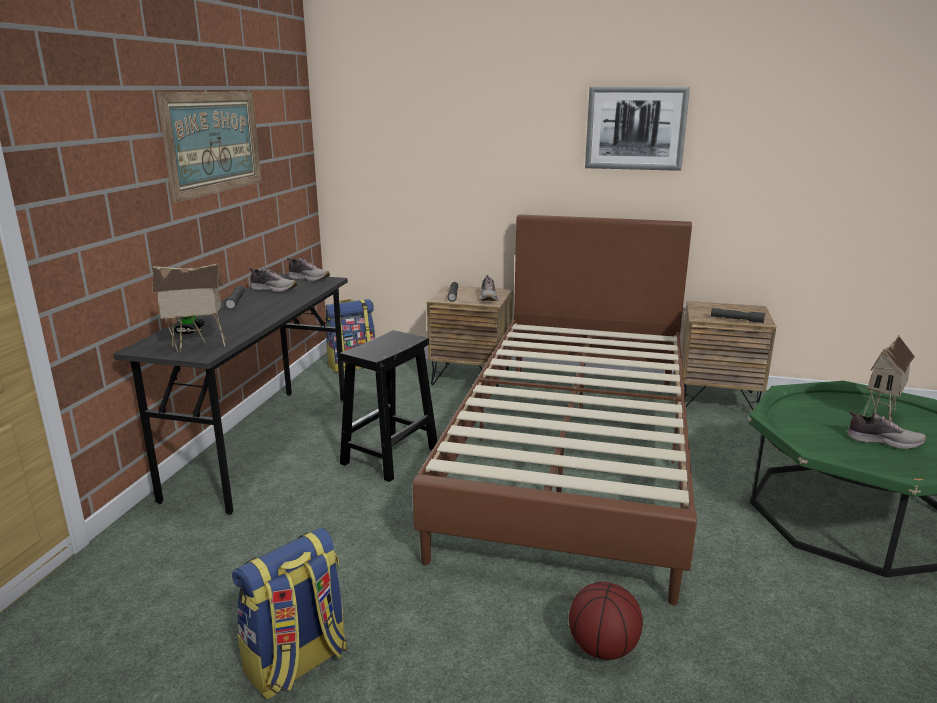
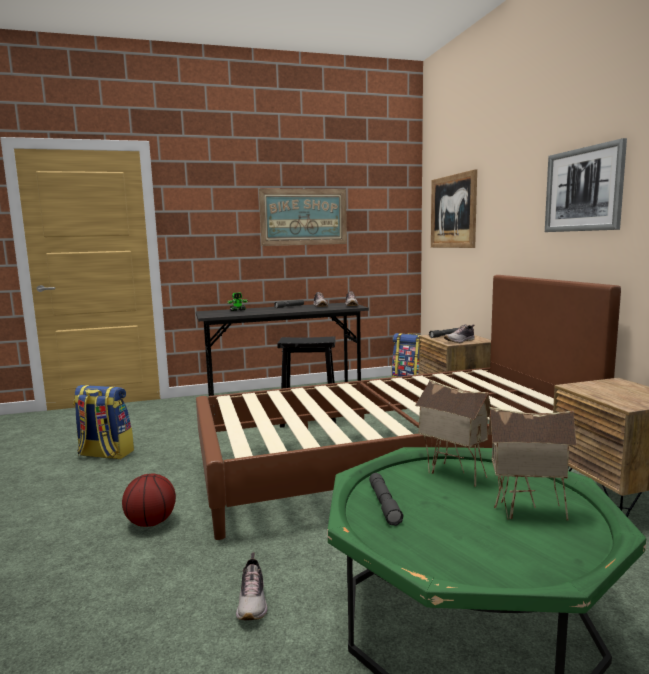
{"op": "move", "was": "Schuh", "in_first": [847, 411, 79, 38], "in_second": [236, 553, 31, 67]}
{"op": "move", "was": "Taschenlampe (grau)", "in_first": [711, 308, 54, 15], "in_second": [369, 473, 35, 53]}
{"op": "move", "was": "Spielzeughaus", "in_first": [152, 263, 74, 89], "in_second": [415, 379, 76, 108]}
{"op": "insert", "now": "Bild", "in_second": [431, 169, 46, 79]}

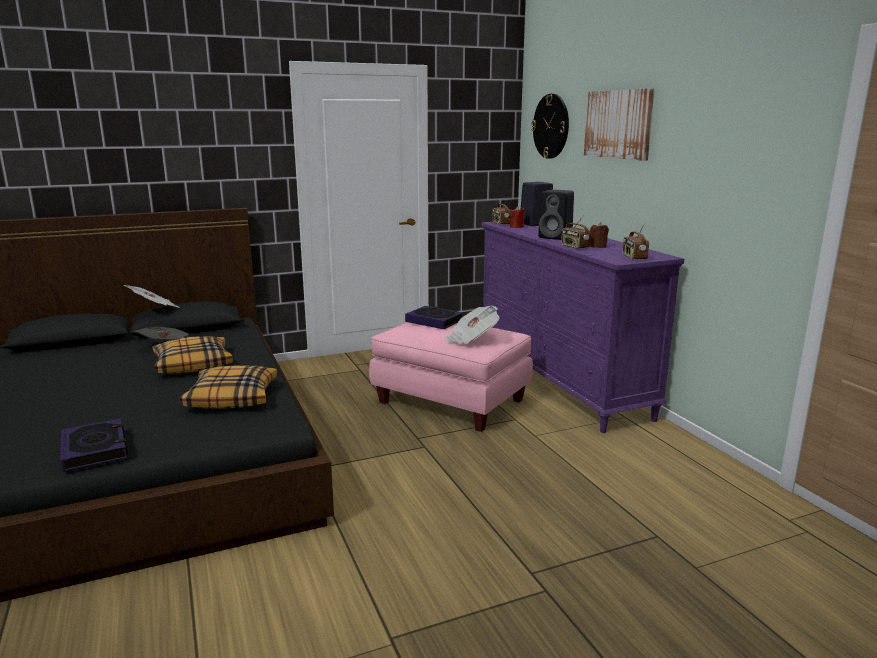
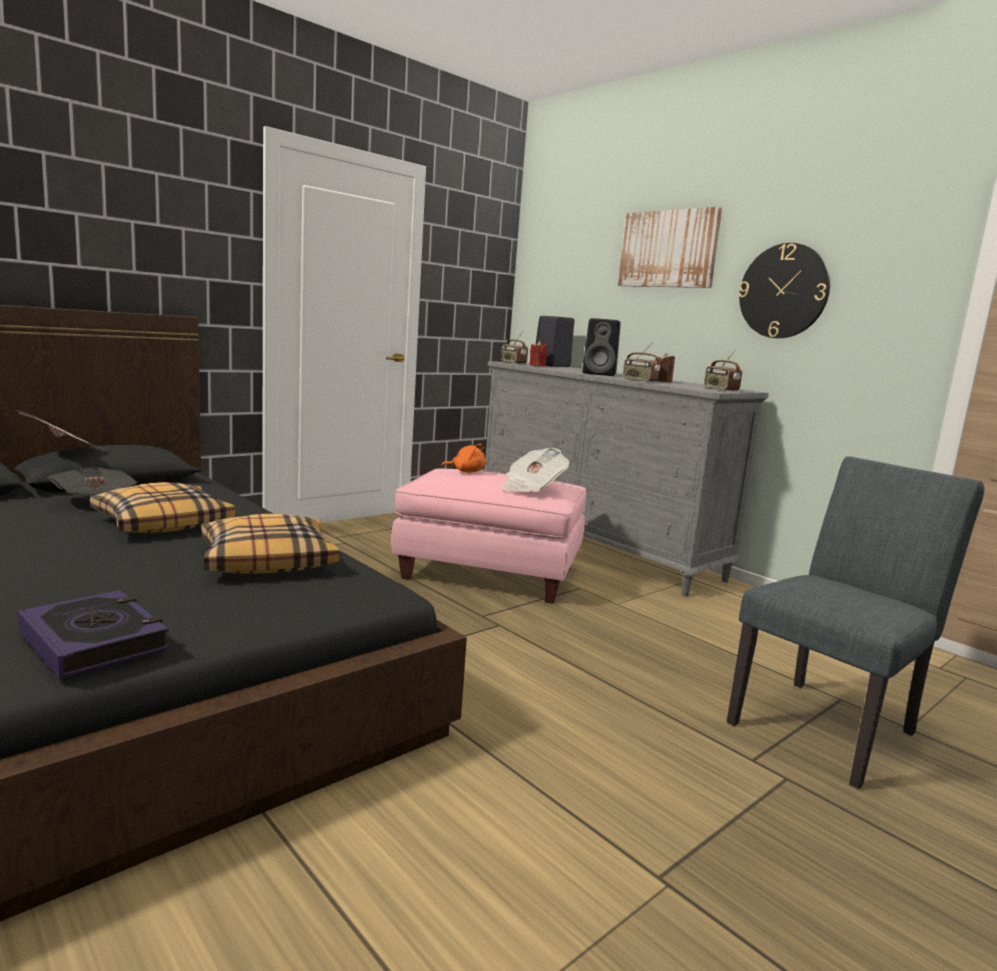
{"op": "replace", "was": "Buch", "now": "Plüschtier (orange)", "in_first": [405, 306, 58, 23], "in_second": [441, 444, 45, 29]}
{"op": "recolor", "was": "Kommode (lila)", "now": "Kommode (grau)", "in_first": [482, 222, 202, 211], "in_second": [485, 361, 284, 236]}
{"op": "insert", "now": "Stuhl (grau)", "in_second": [727, 456, 257, 333]}
{"op": "move", "was": "Wanduhr", "in_first": [531, 94, 38, 65], "in_second": [739, 243, 91, 95]}

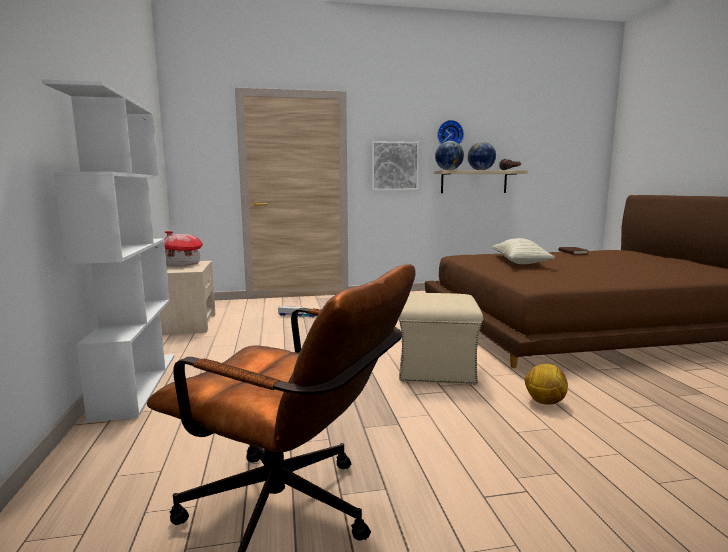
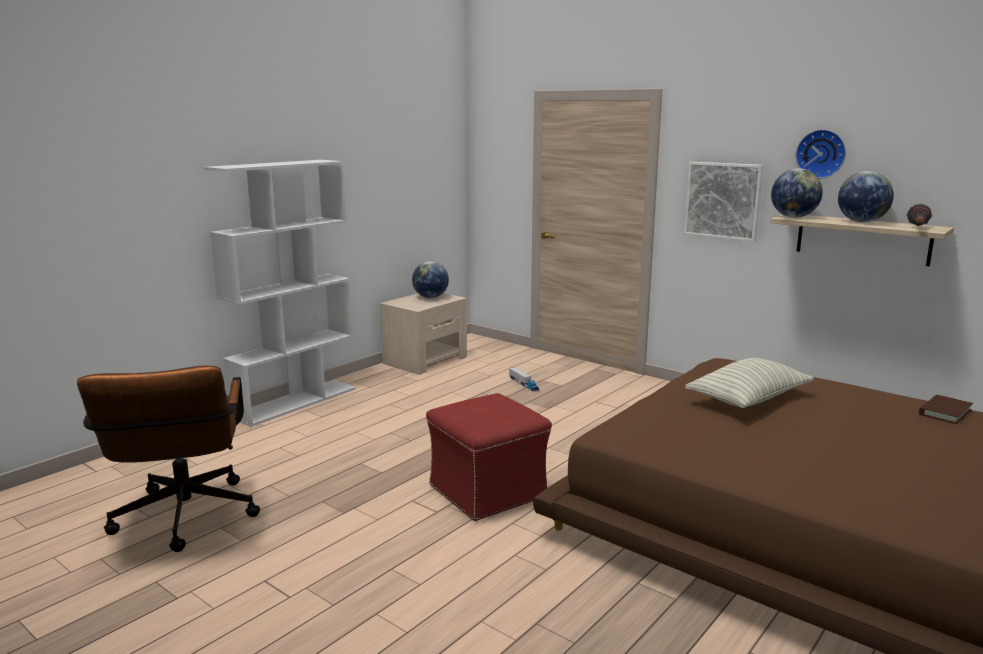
{"op": "replace", "was": "Spielzeughaus", "now": "Globus", "in_first": [164, 231, 39, 35], "in_second": [412, 261, 37, 37]}
{"op": "recolor", "was": "Polsterhocker (beige)", "now": "Polsterhocker (rot)", "in_first": [399, 293, 84, 92], "in_second": [426, 393, 126, 128]}
{"op": "delete", "was": "Fußball", "in_first": [524, 364, 44, 41]}

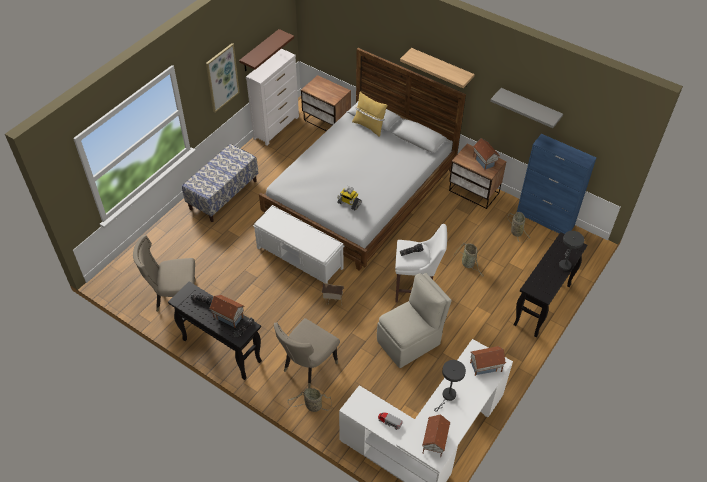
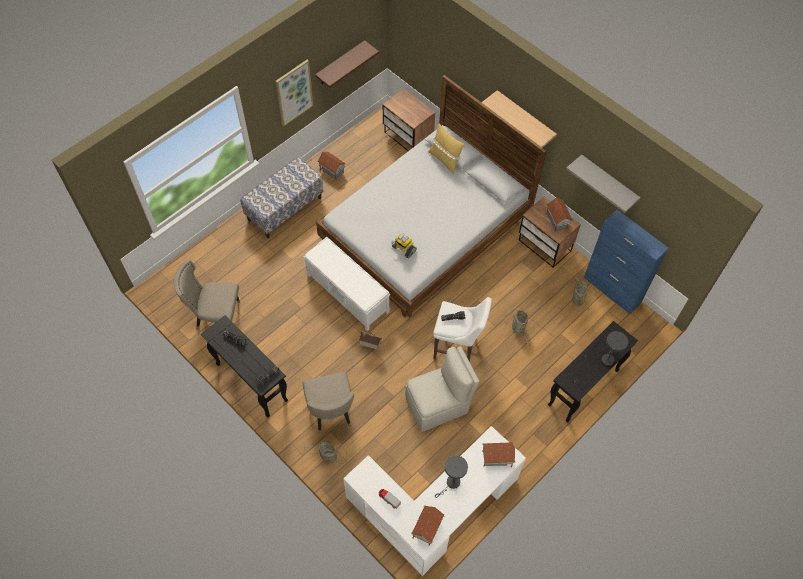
{"op": "rotate", "was": "Stuhl (beige)", "in_first": [274, 318, 66, 70], "in_second": [303, 372, 51, 62], "clockwise": -60}
{"op": "move", "was": "Spielzeughaus", "in_first": [209, 295, 36, 33], "in_second": [318, 152, 27, 28]}
{"op": "delete", "was": "Kommode (weiß)", "in_first": [246, 48, 53, 98]}

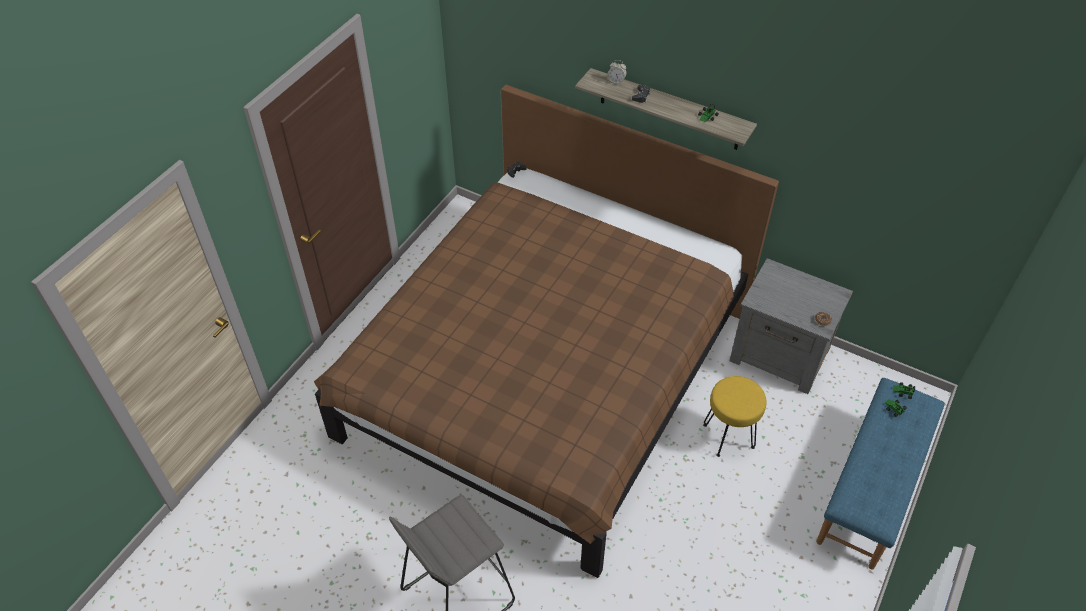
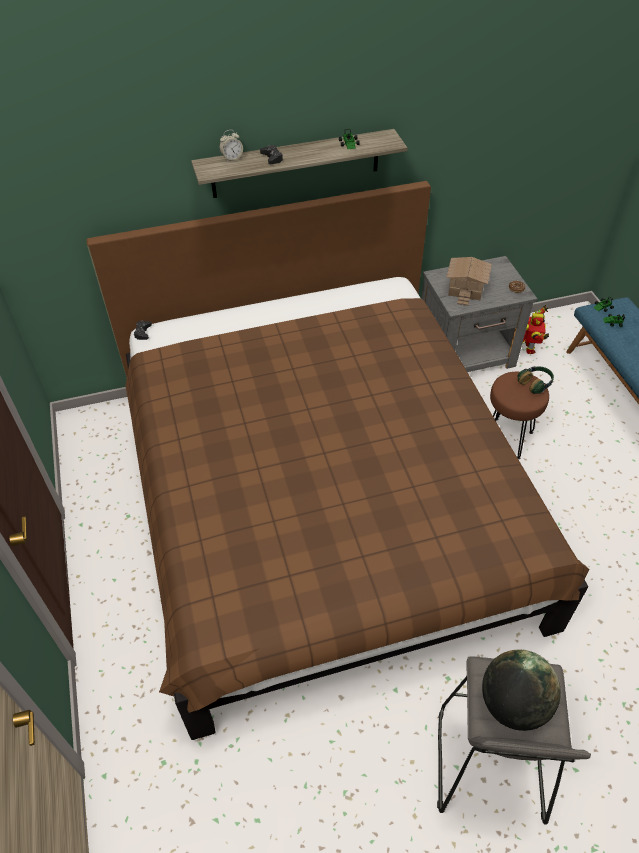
{"op": "insert", "now": "Spielzeughaus", "in_second": [446, 257, 46, 49]}
{"op": "insert", "now": "Globus", "in_second": [482, 650, 79, 81]}
{"op": "recolor", "was": "Hocker (gelb)", "now": "Hocker (braun)", "in_first": [703, 376, 63, 81], "in_second": [490, 372, 59, 87]}
{"op": "insert", "now": "Kopfhörer", "in_second": [517, 366, 37, 28]}
{"op": "insert", "now": "Spielzeugroboter", "in_second": [523, 305, 26, 49]}

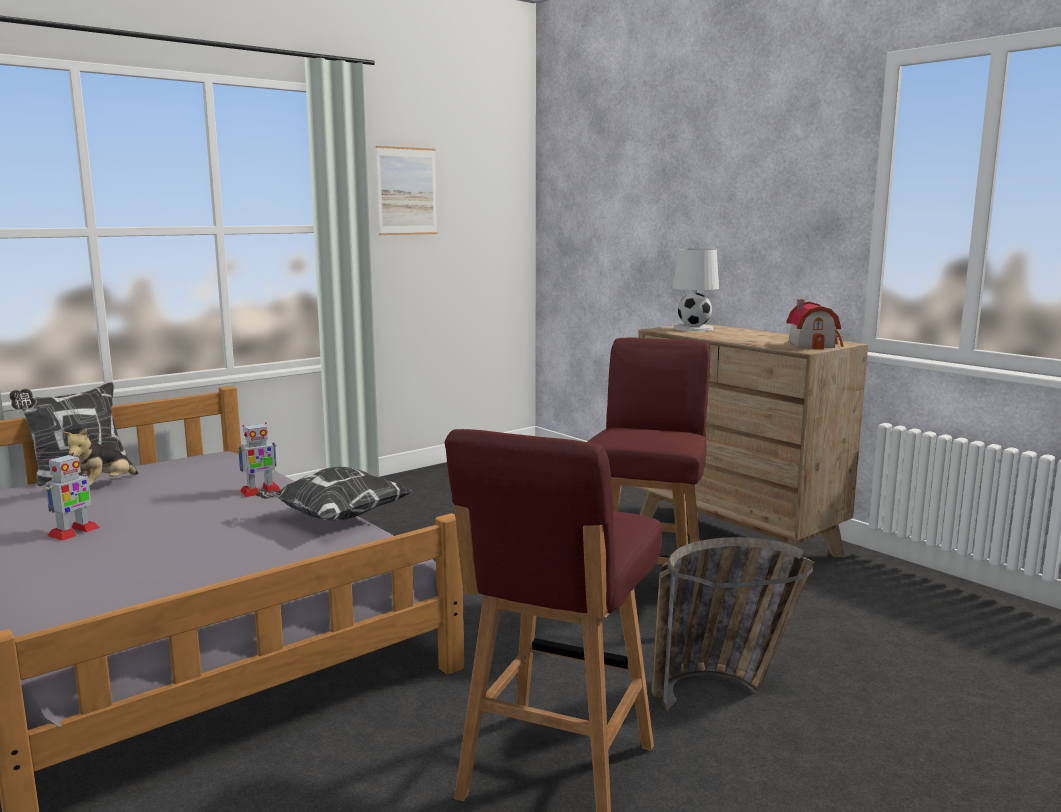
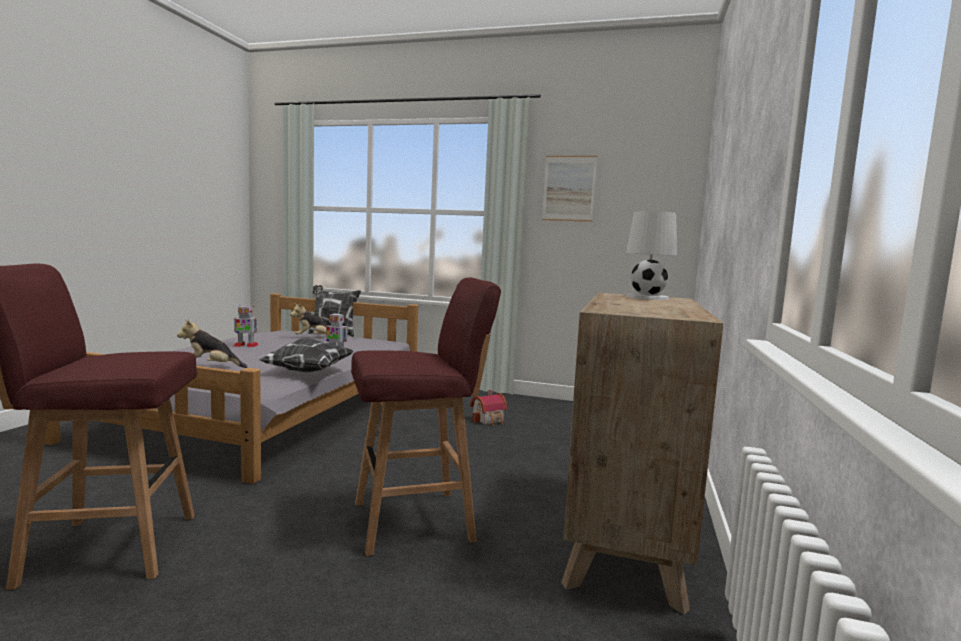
{"op": "insert", "now": "Plüschtier", "in_second": [177, 319, 71, 49]}
{"op": "move", "was": "Spielzeughaus", "in_first": [786, 299, 58, 50], "in_second": [470, 390, 37, 36]}
{"op": "delete", "was": "Korb", "in_first": [651, 537, 164, 174]}

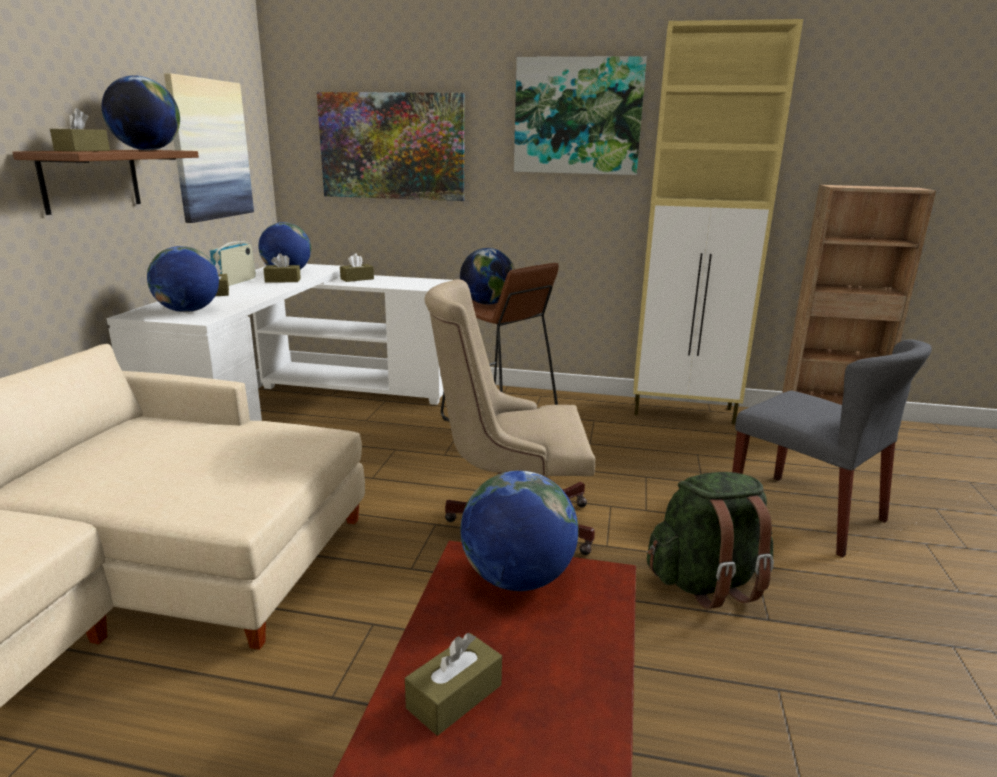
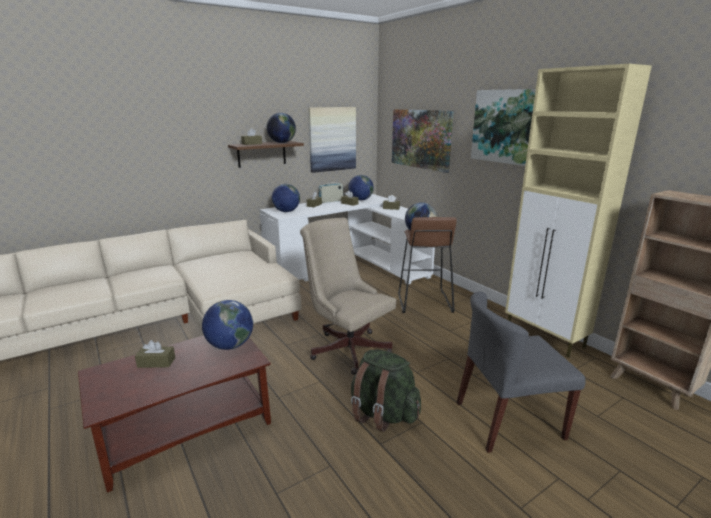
{"op": "rotate", "was": "Stuhl (grau)", "in_first": [732, 339, 200, 218], "in_second": [456, 292, 130, 161], "clockwise": 75}

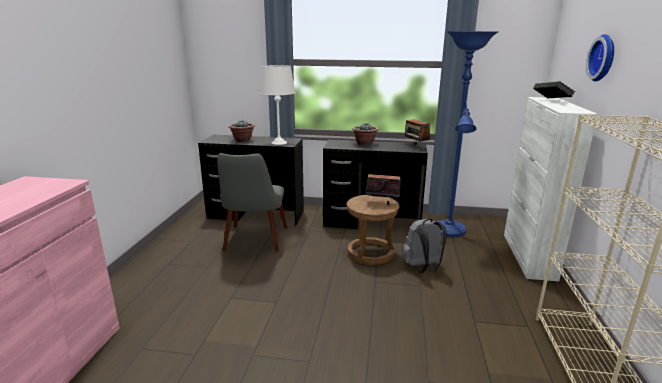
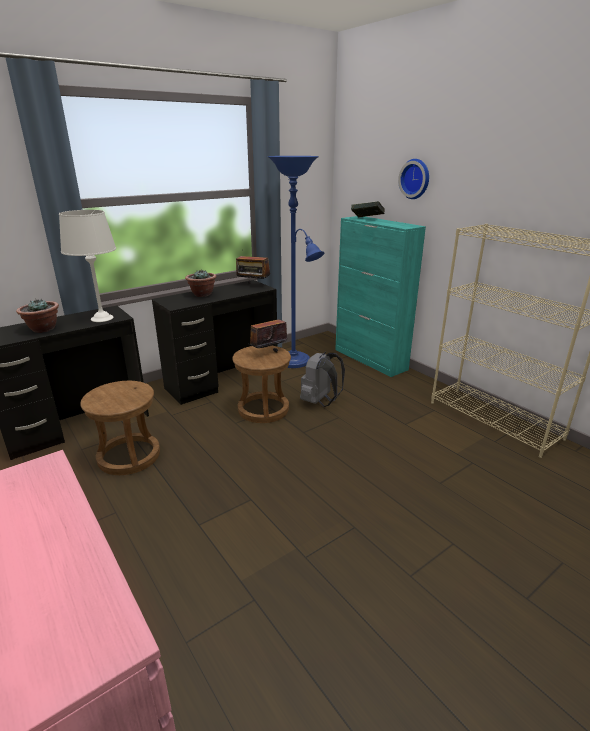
{"op": "replace", "was": "Stuhl (grau)", "now": "Hocker (braun)", "in_first": [217, 153, 71, 99], "in_second": [80, 381, 80, 94]}
{"op": "recolor", "was": "Schrank (weiß)", "now": "Schrank (türkis)", "in_first": [504, 97, 94, 184], "in_second": [335, 216, 91, 161]}

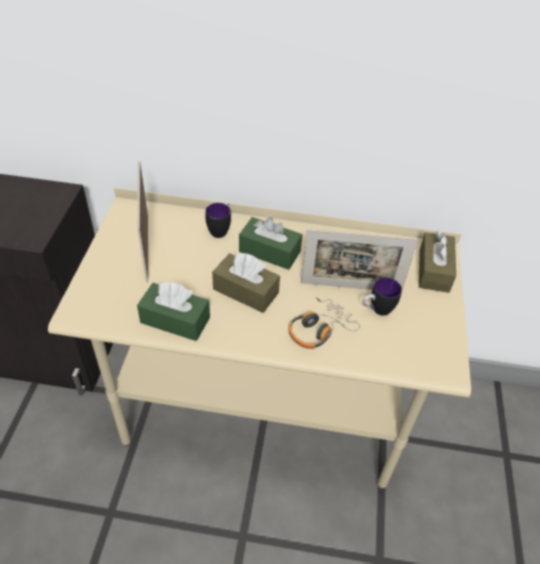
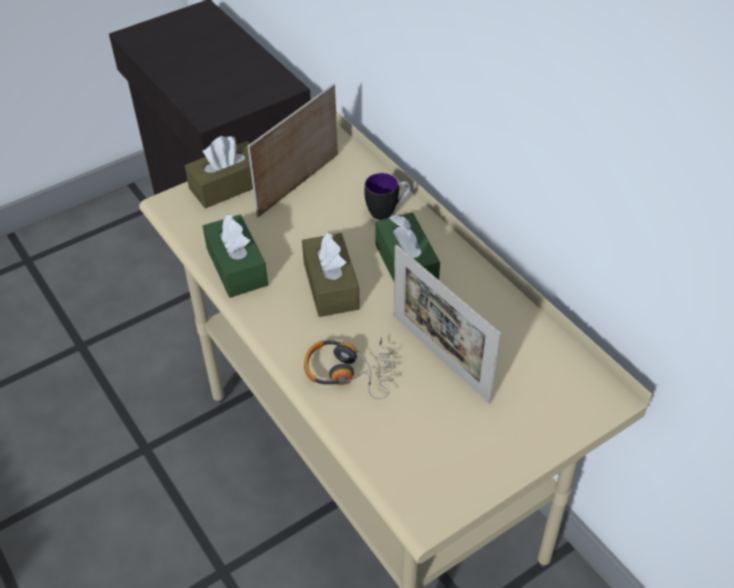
{"op": "move", "was": "Taschentuchbox (braun)", "in_first": [419, 231, 37, 62], "in_second": [185, 136, 68, 73]}
{"op": "delete", "was": "Henkelbecher", "in_first": [363, 277, 39, 39]}

